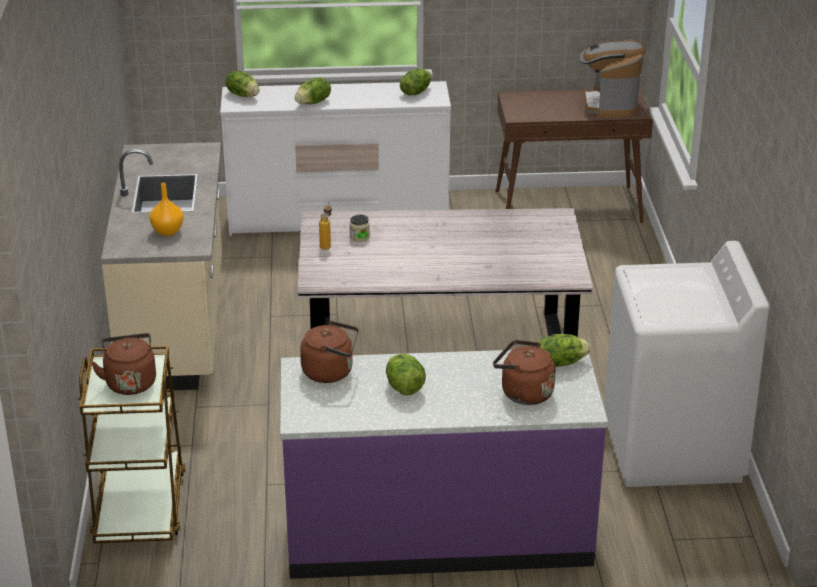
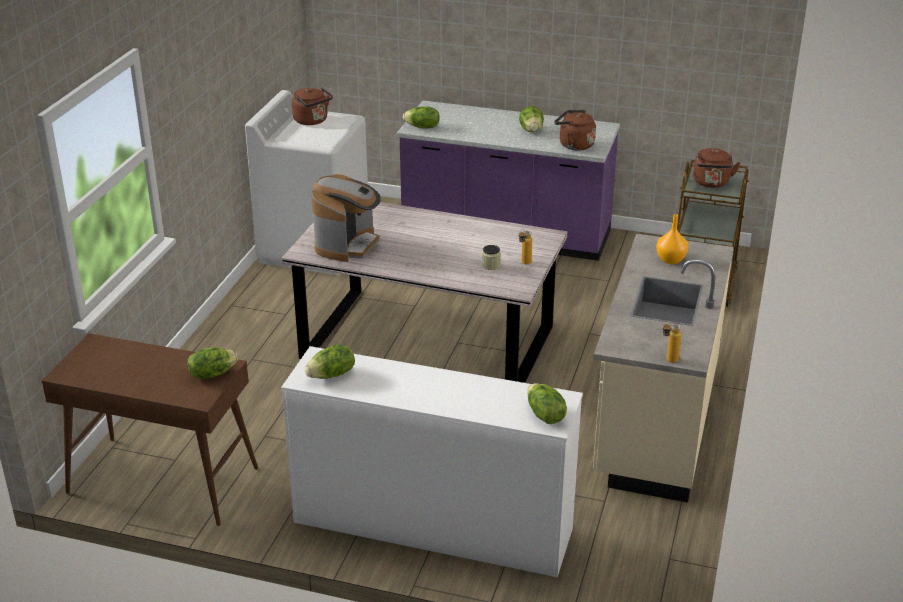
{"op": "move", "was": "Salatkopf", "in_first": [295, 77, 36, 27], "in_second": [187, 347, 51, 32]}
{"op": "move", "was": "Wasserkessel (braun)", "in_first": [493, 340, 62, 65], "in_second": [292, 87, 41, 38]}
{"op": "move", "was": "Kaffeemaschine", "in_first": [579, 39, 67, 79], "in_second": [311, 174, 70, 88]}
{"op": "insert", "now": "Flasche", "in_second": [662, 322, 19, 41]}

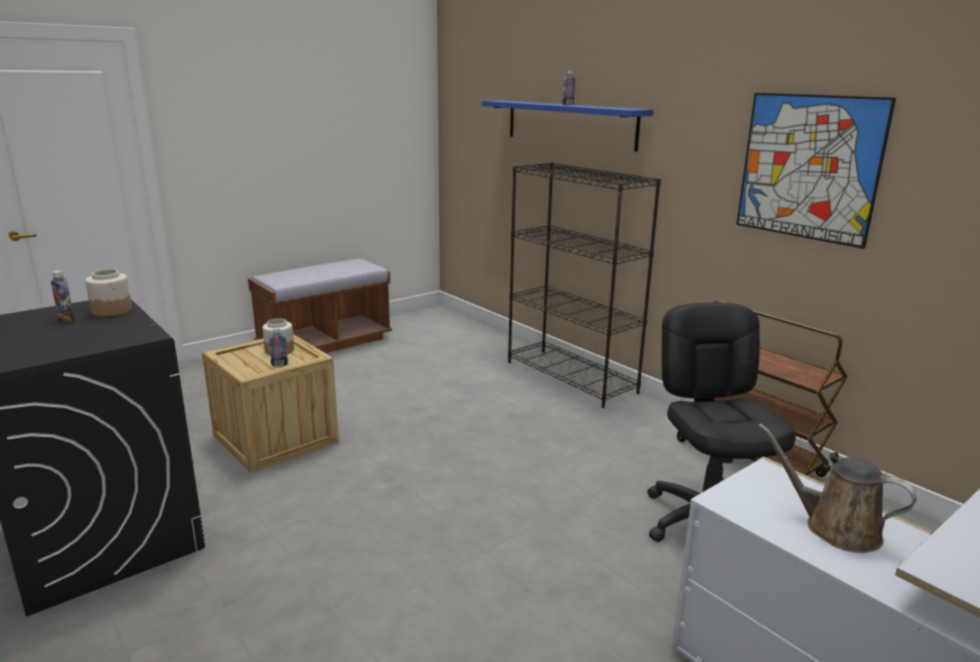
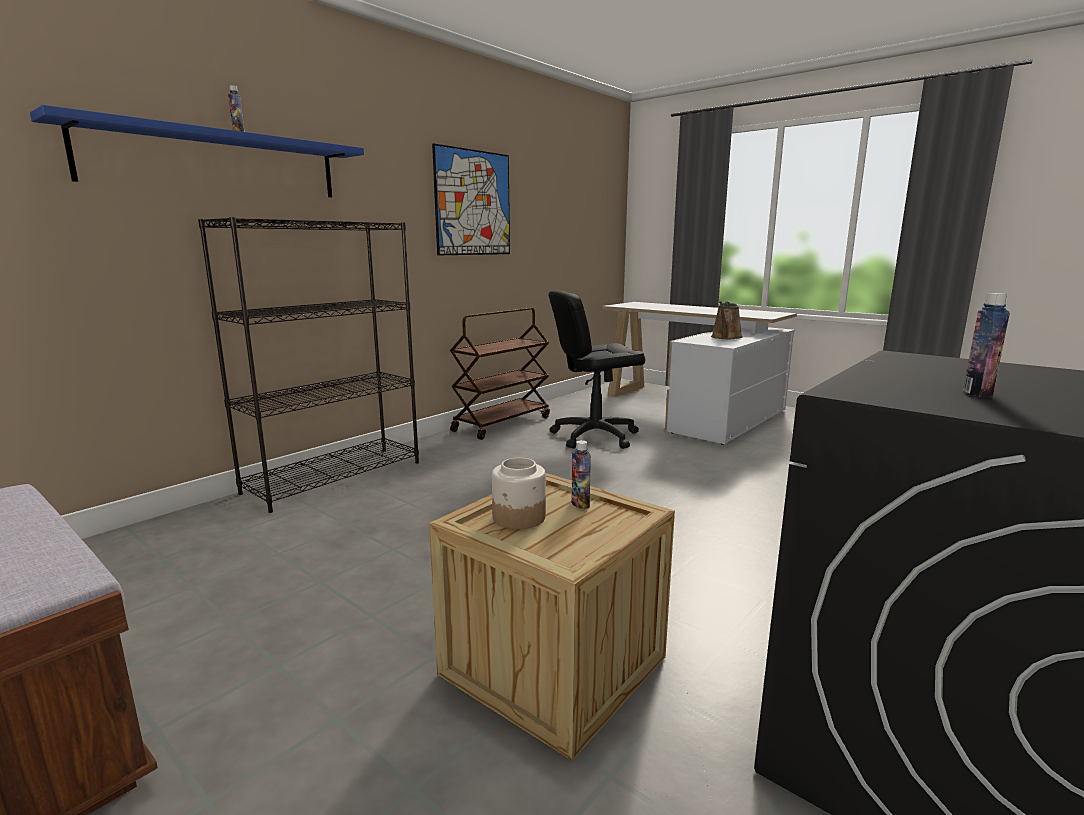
{"op": "delete", "was": "Vorratsglas", "in_first": [85, 269, 47, 48]}

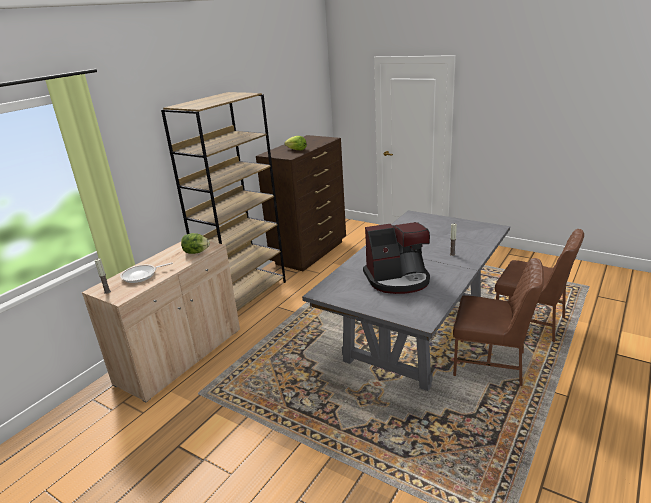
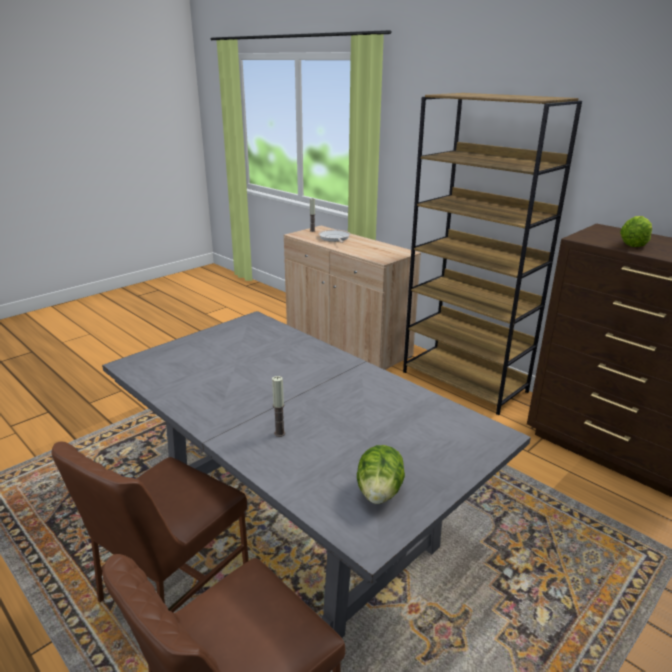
{"op": "move", "was": "Salatkopf", "in_first": [181, 233, 29, 21], "in_second": [357, 445, 48, 59]}
{"op": "delete", "was": "Kaffeemaschine", "in_first": [363, 222, 67, 72]}

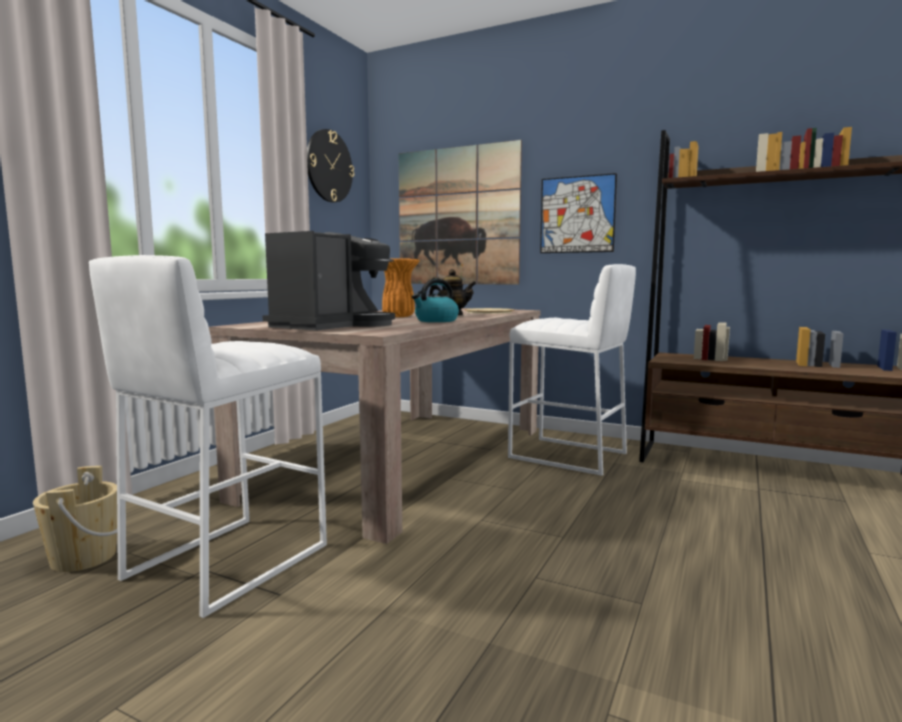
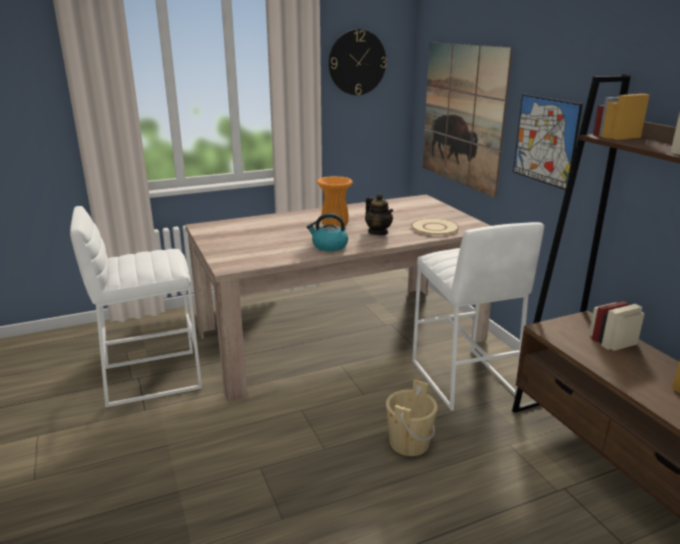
{"op": "move", "was": "Eimer (beige)", "in_first": [33, 466, 84, 106], "in_second": [386, 380, 52, 76]}
{"op": "delete", "was": "Kaffeemaschine", "in_first": [263, 231, 132, 100]}

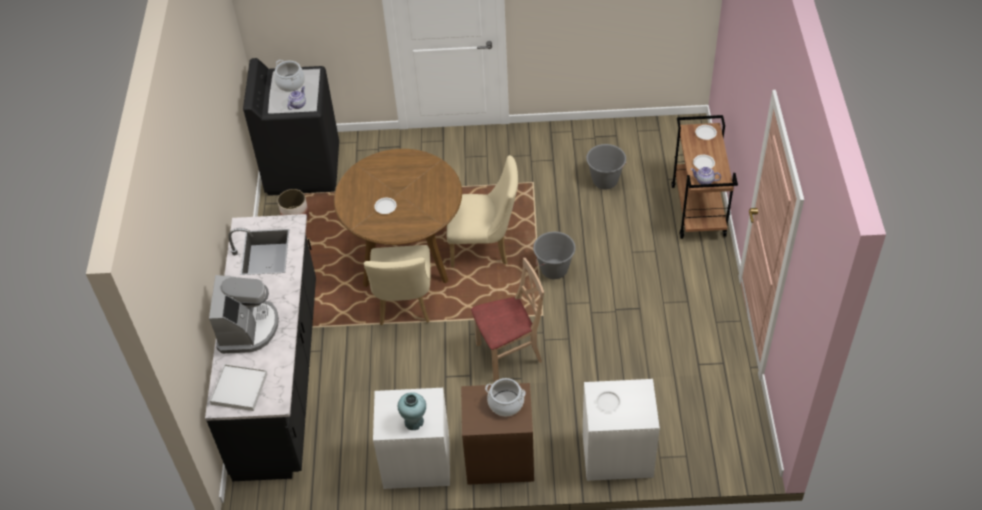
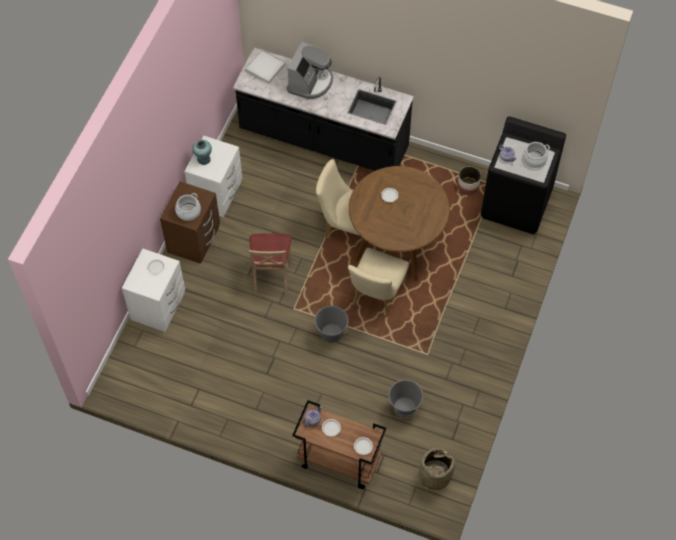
{"op": "rotate", "was": "Kaffeemaschine", "in_first": [209, 275, 70, 79], "in_second": [287, 41, 46, 58], "clockwise": -90}
{"op": "insert", "now": "Korb", "in_second": [416, 448, 39, 42]}

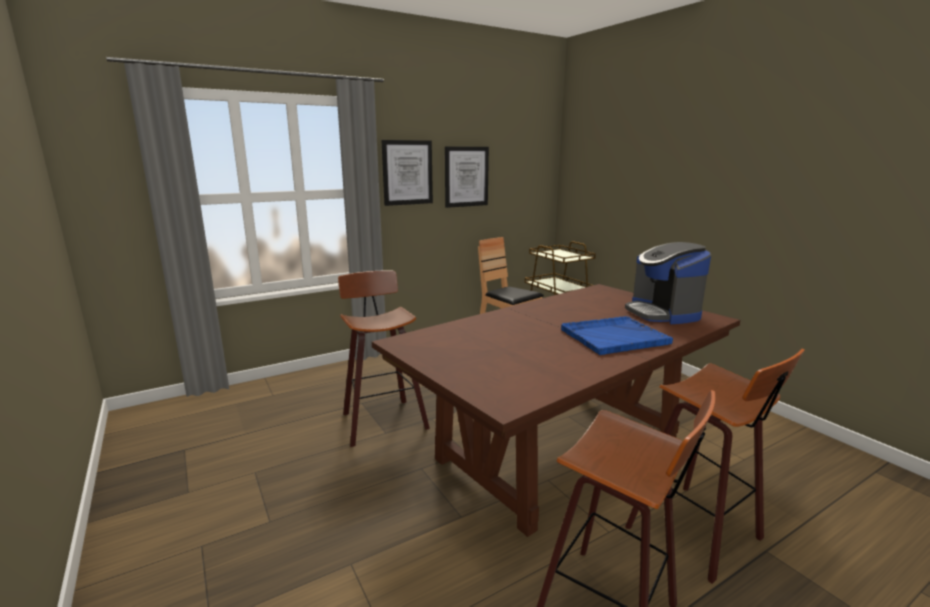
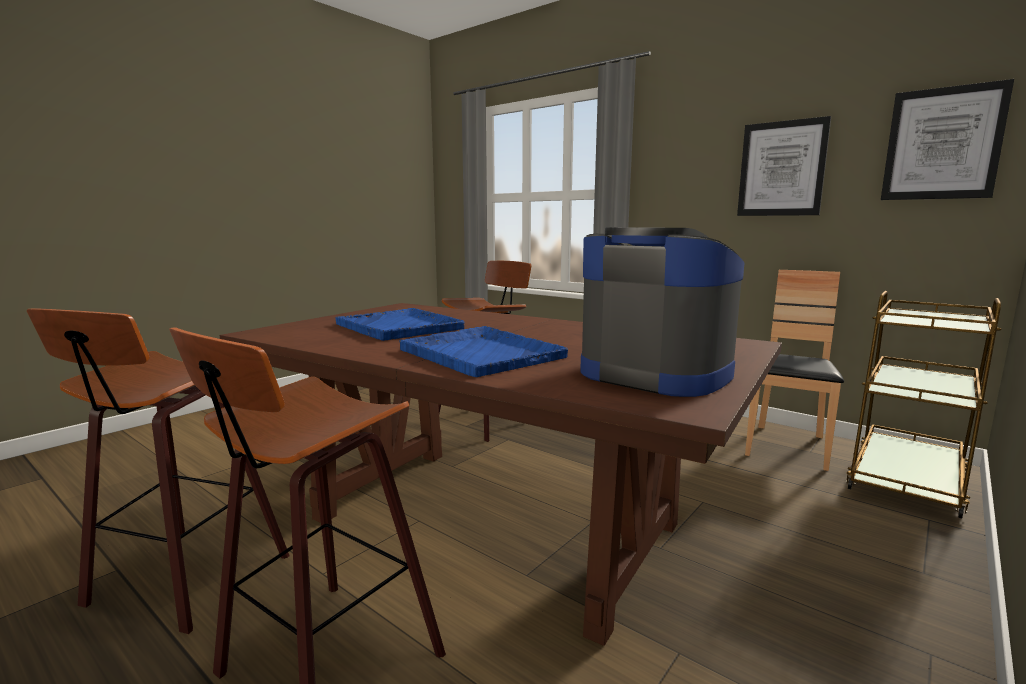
{"op": "insert", "now": "Tablett (blau)", "in_second": [335, 308, 129, 33]}
{"op": "rotate", "was": "Kaffeemaschine", "in_first": [625, 242, 86, 82], "in_second": [581, 227, 164, 170], "clockwise": 75}
{"op": "move", "was": "Bild", "in_first": [381, 140, 52, 66], "in_second": [881, 79, 133, 121]}

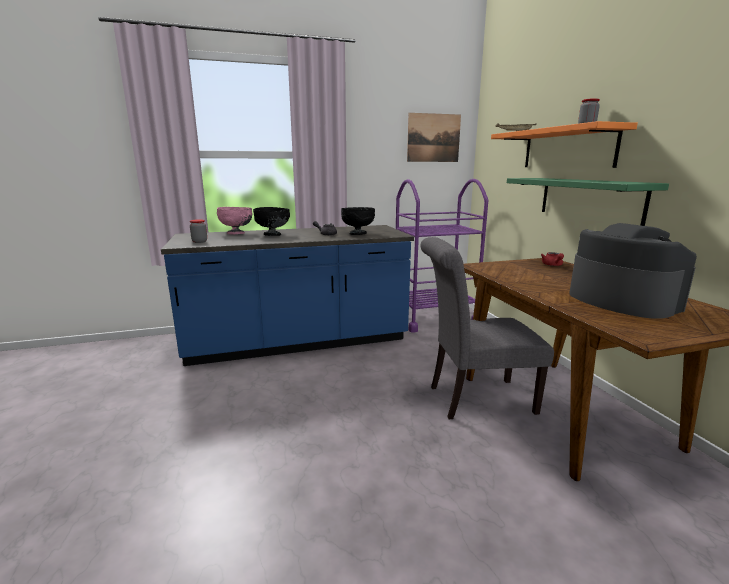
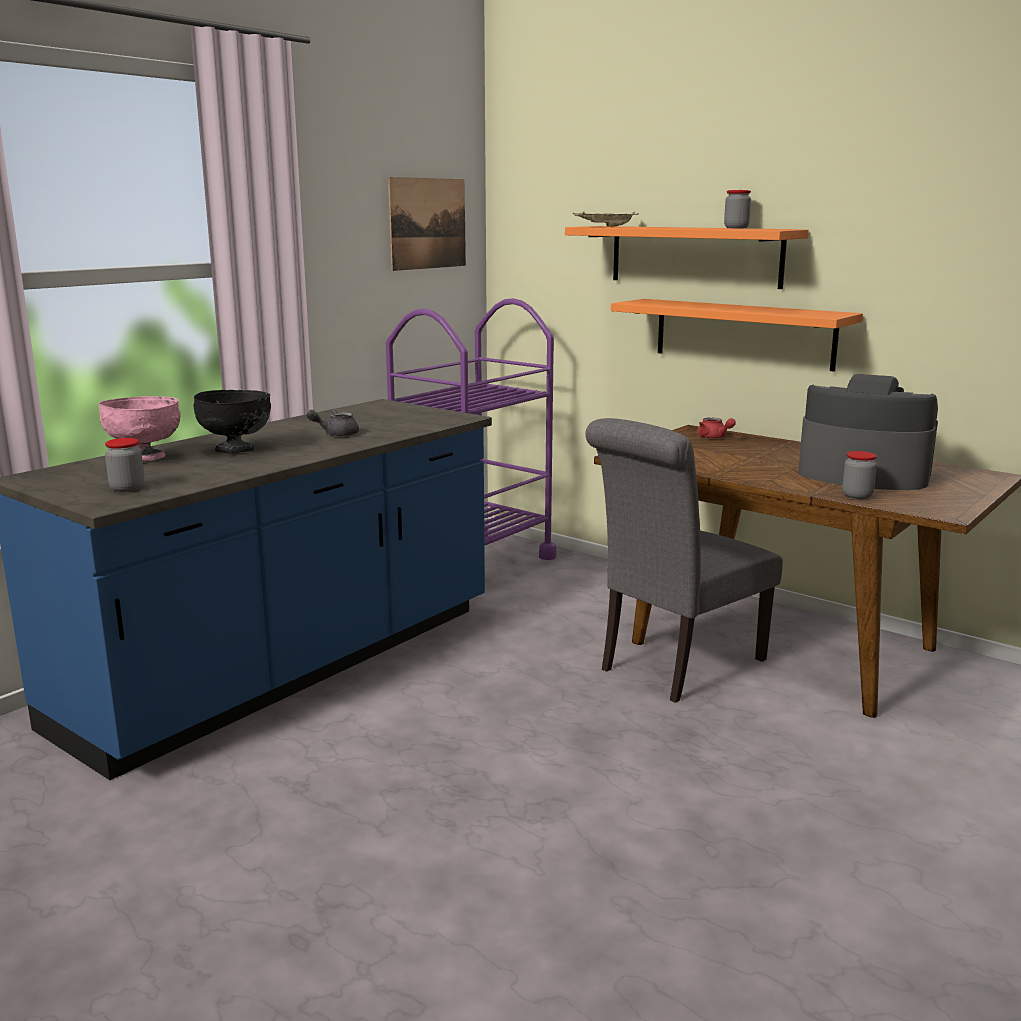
{"op": "recolor", "was": "Wandregal (grün)", "now": "Wandregal (orange)", "in_first": [507, 178, 162, 48], "in_second": [611, 299, 252, 73]}
{"op": "insert", "now": "Vorratsglas", "in_second": [842, 451, 35, 48]}
{"op": "delete", "was": "Schüssel (schwarz)", "in_first": [341, 207, 34, 28]}

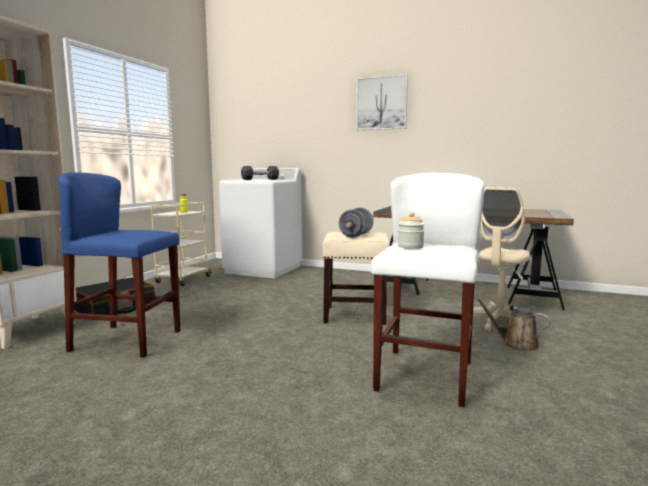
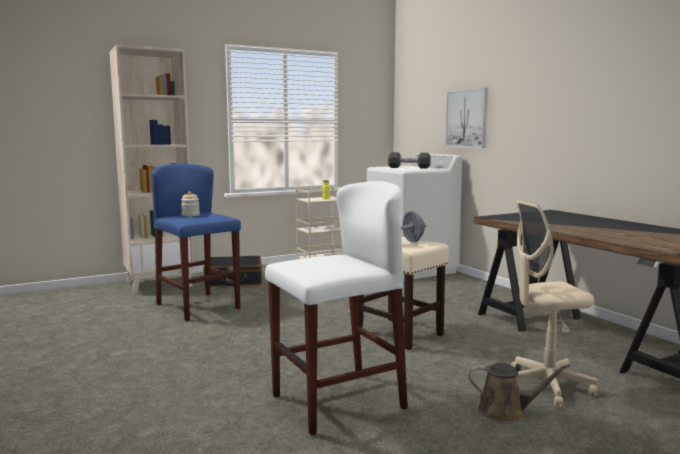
{"op": "move", "was": "Vorratsglas", "in_first": [398, 212, 27, 37], "in_second": [181, 191, 19, 25]}
{"op": "move", "was": "Bild", "in_first": [356, 74, 52, 56], "in_second": [445, 88, 43, 60]}
{"op": "rotate", "was": "Gießkanne (braun)", "in_first": [475, 297, 76, 54], "in_second": [468, 363, 102, 60], "clockwise": 120}

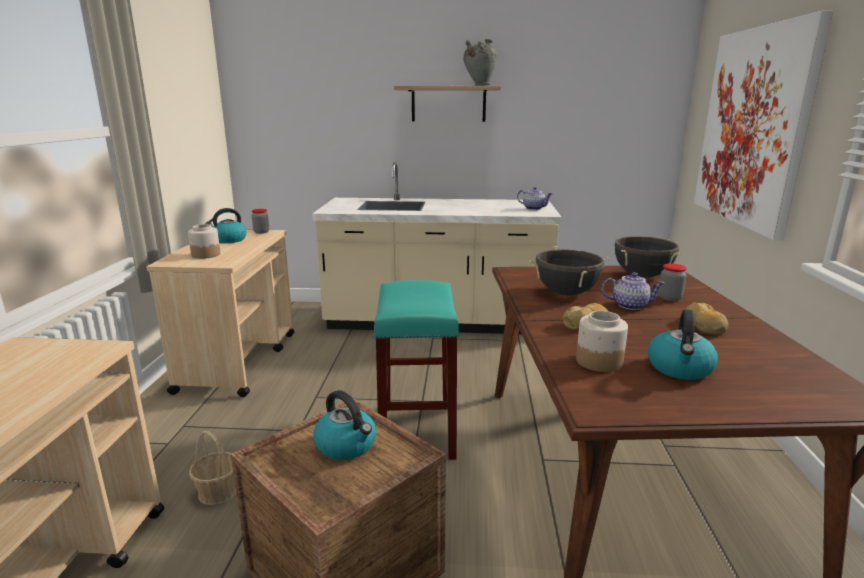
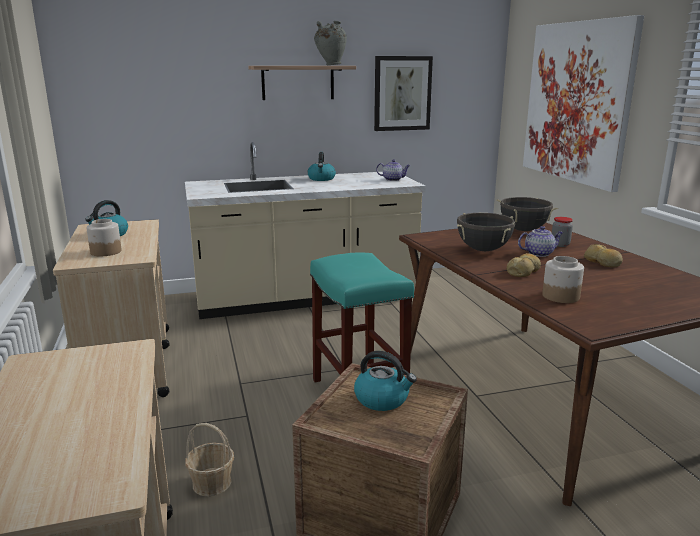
{"op": "move", "was": "Wasserkessel", "in_first": [648, 309, 70, 71], "in_second": [307, 152, 29, 29]}
{"op": "insert", "now": "Bild", "in_second": [374, 56, 59, 75]}
{"op": "delete", "was": "Vorratsglas", "in_first": [252, 209, 17, 25]}

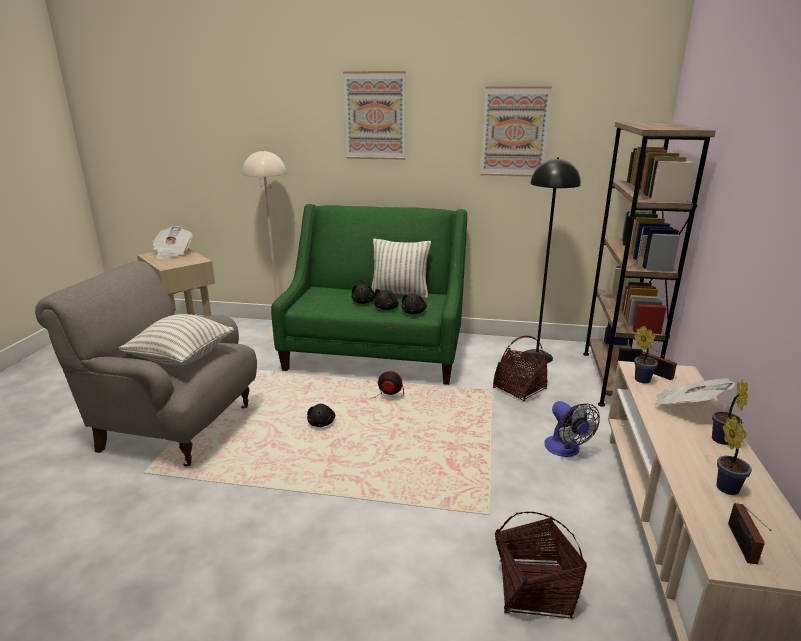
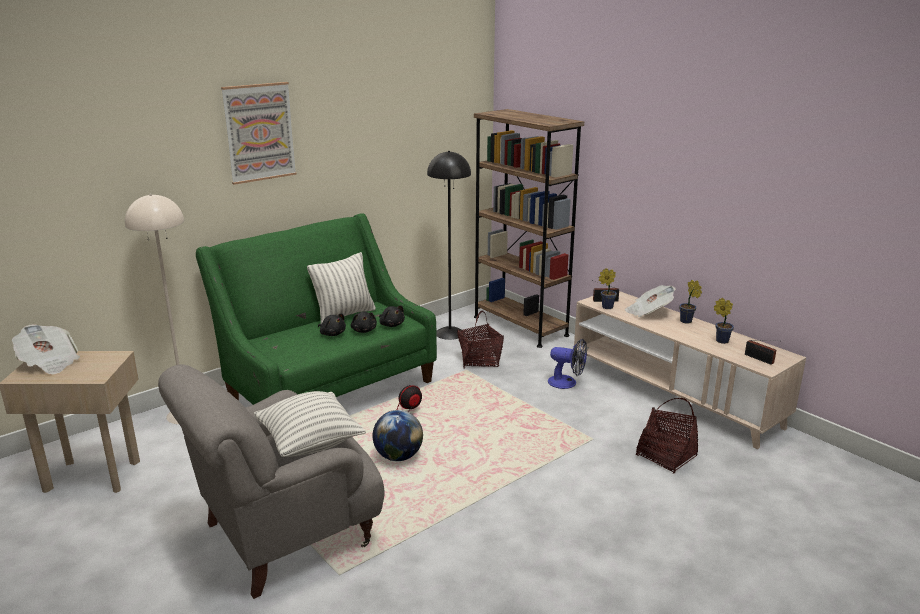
{"op": "replace", "was": "Plüschtier (schwarz)", "now": "Globus", "in_first": [307, 404, 28, 23], "in_second": [372, 410, 51, 51]}
{"op": "delete", "was": "Bild", "in_first": [481, 86, 71, 91]}

